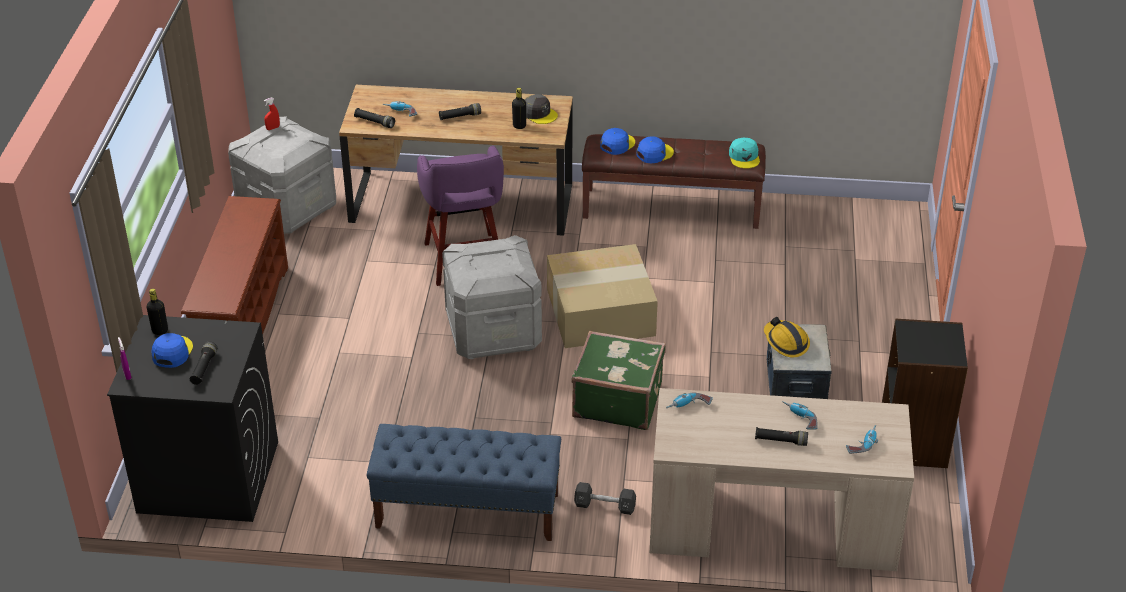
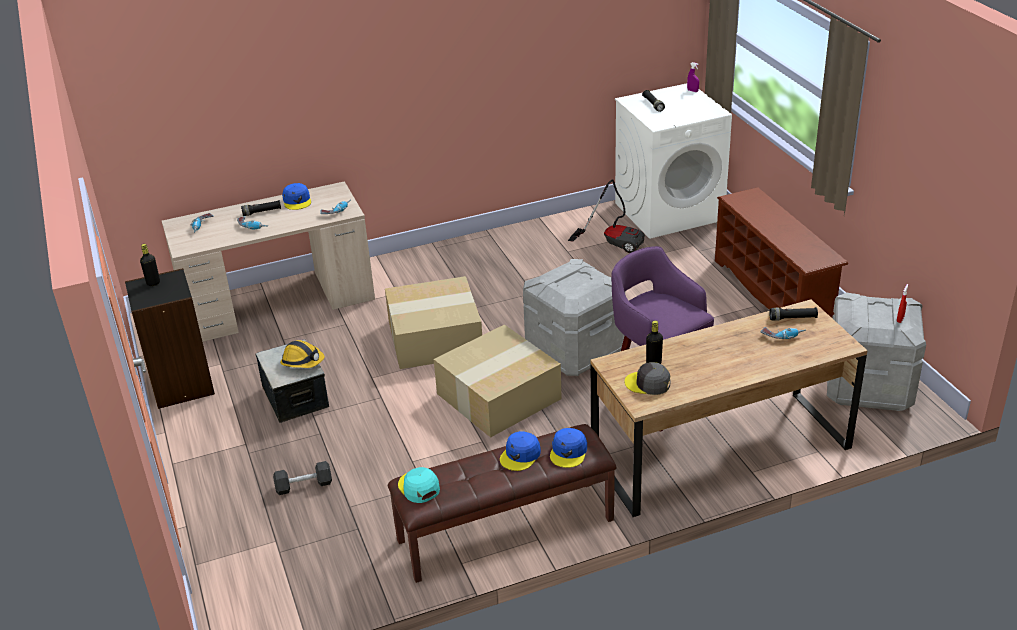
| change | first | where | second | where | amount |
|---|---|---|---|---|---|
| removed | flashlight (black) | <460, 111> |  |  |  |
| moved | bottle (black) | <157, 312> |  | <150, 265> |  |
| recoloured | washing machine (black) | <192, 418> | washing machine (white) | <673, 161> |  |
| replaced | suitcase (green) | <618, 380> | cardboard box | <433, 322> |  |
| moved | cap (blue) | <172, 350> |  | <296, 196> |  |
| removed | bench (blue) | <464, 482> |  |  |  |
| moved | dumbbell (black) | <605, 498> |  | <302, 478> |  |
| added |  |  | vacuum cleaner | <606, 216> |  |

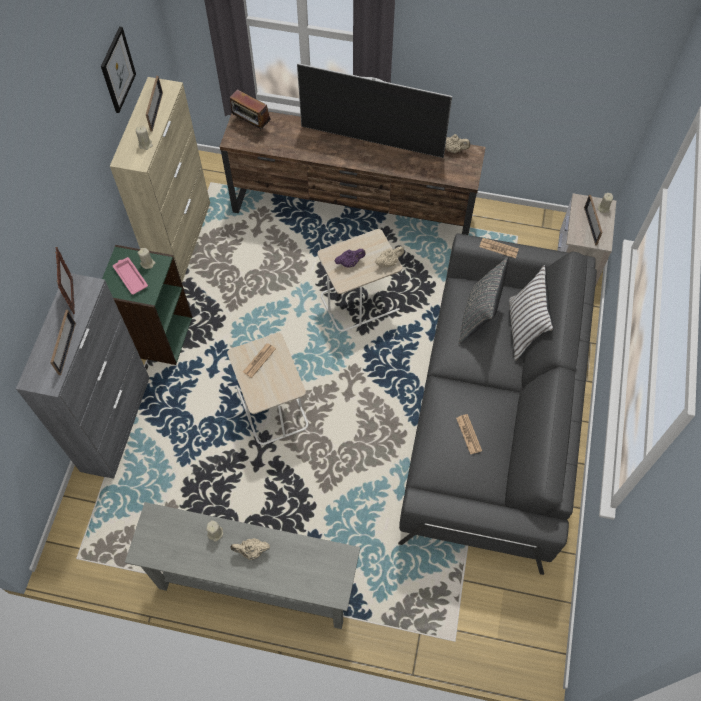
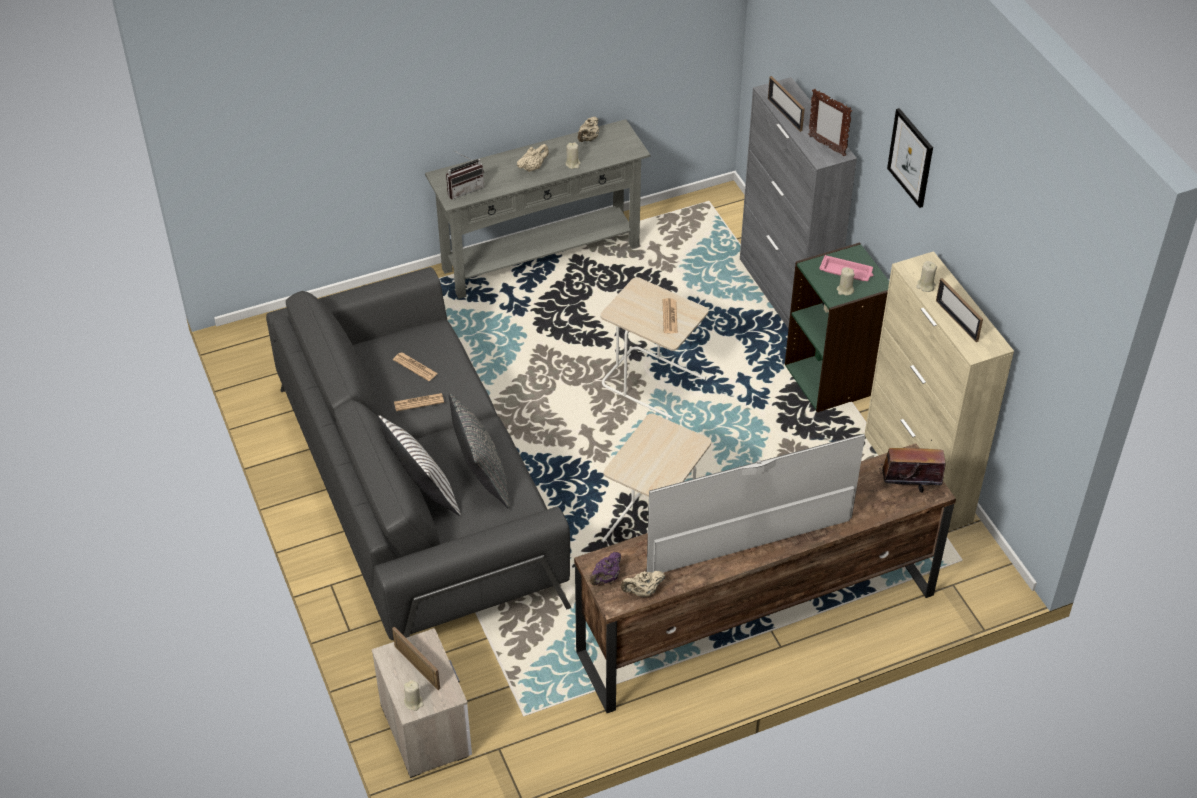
| change | first | where | second | where | amount |
|---|---|---|---|---|---|
| moved | picture | <118, 69> |  | <910, 158> |  |
| moved | newspaper | <499, 248> |  | <419, 402> |  |
| moved | teapot (beige) | <389, 256> |  | <588, 129> |  |
| moved | teapot (purple) | <350, 258> |  | <605, 569> |  |
| added |  |  | radio | <465, 174> |  |

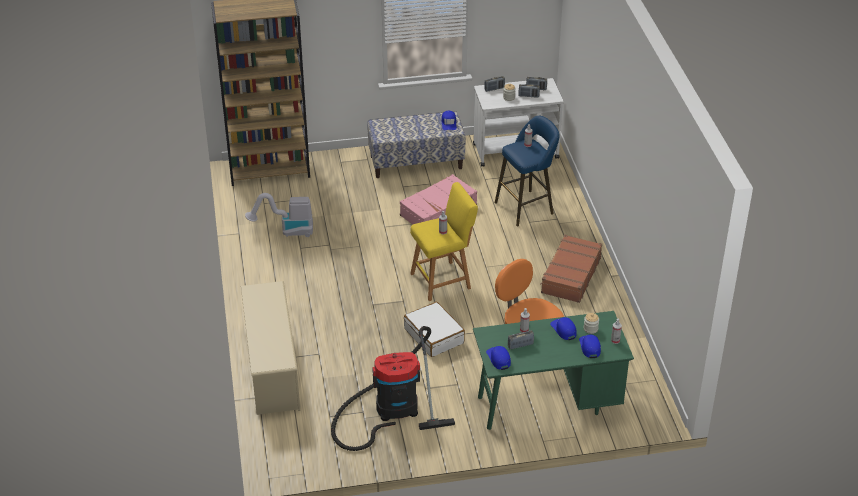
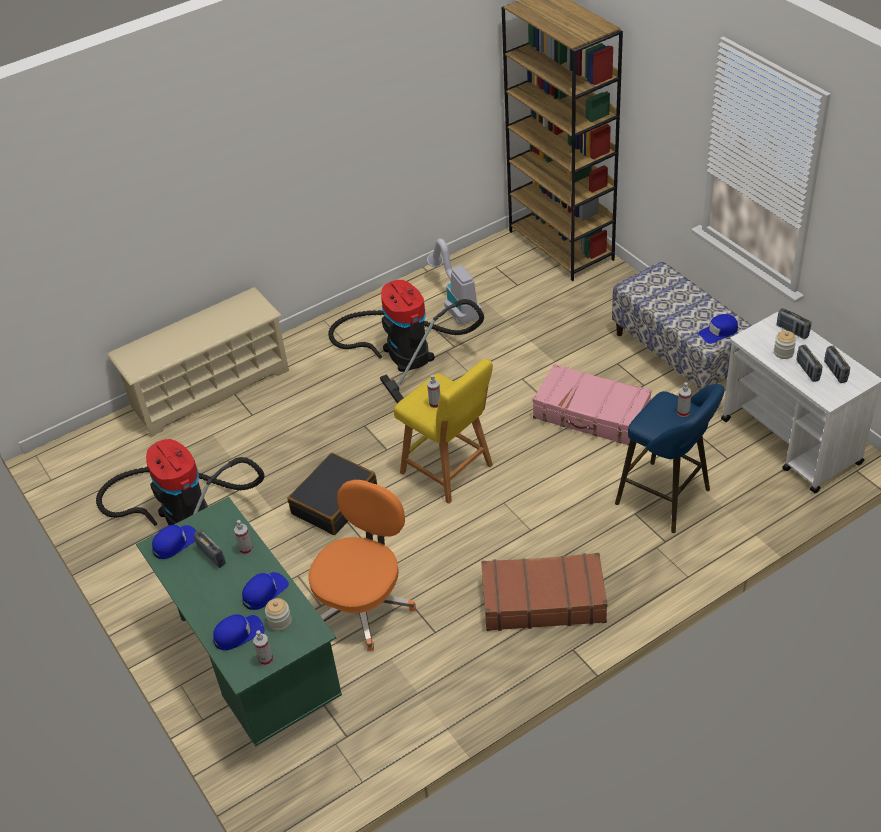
| change | first | where | second | where | amount |
|---|---|---|---|---|---|
| recoloured | suitcase (white) | <434, 329> | suitcase (black) | <332, 494> |  |
| added |  |  | vacuum cleaner | <406, 341> |  |

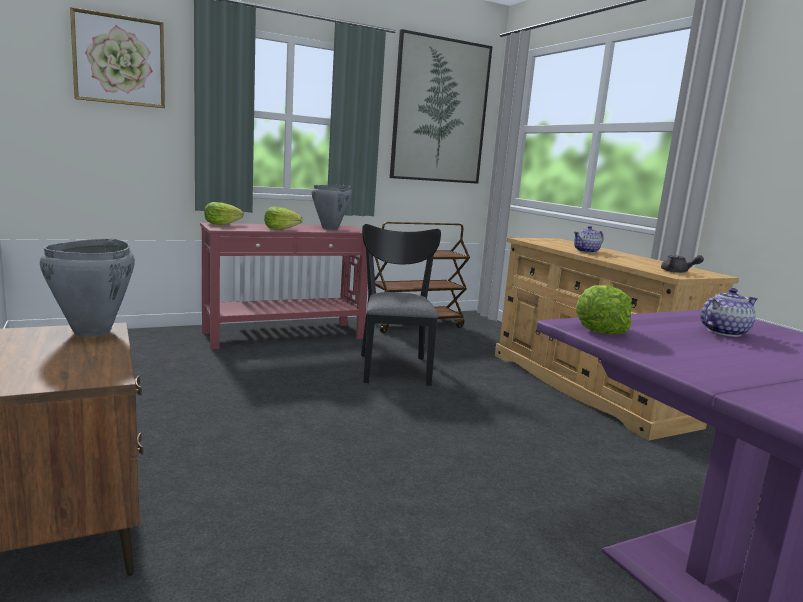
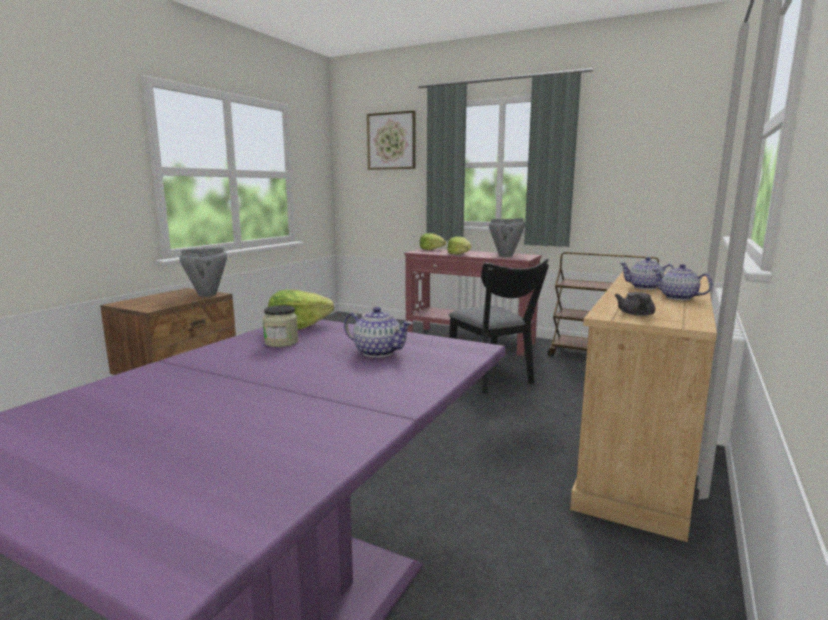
| change | first | where | second | where | amount |
|---|---|---|---|---|---|
| removed | picture | <441, 106> |  |  |  |
| turned | chair (black) | <401, 305> |  | <499, 325> | 105 degrees clockwise |
| added |  |  | teapot | <682, 282> |  |
| added |  |  | jar | <280, 326> |  |

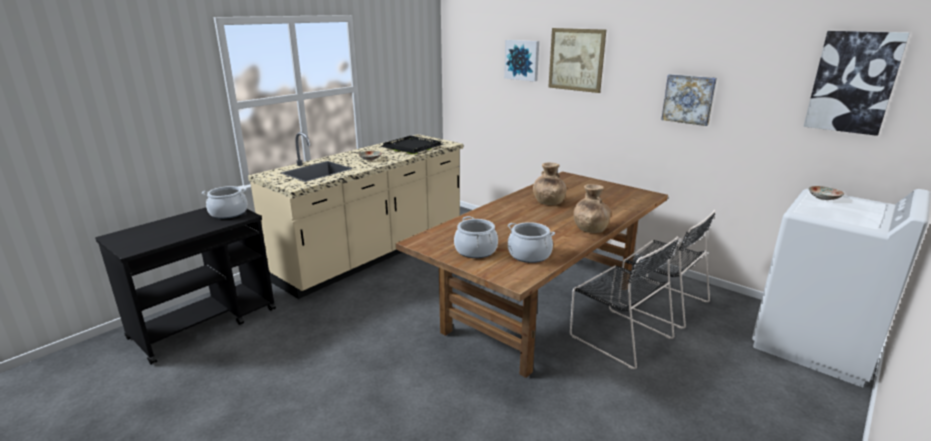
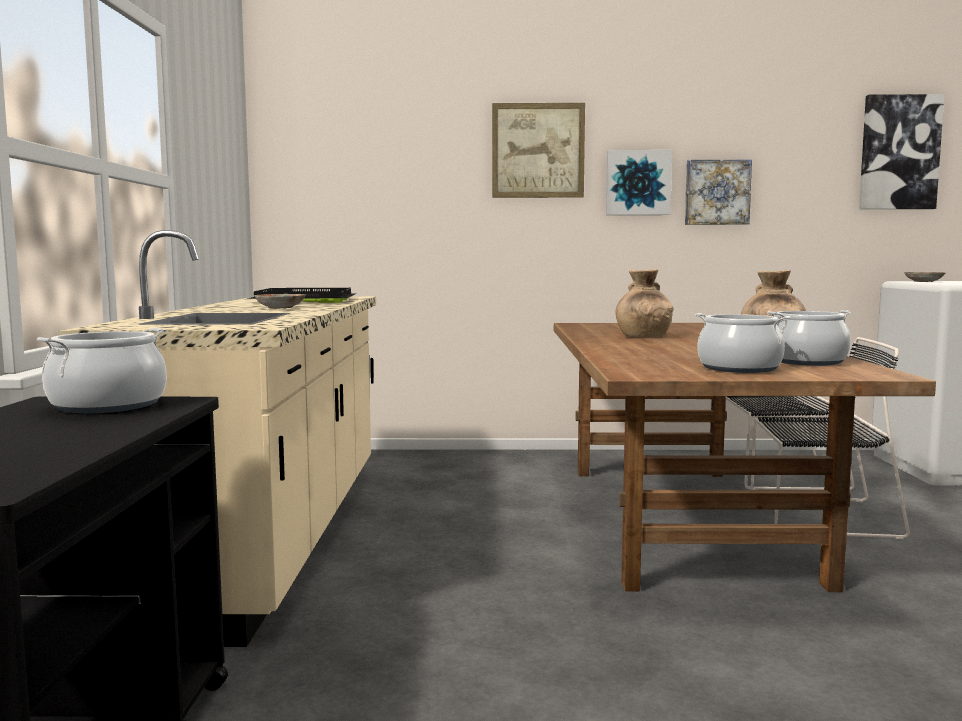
| change | first | where | second | where | amount |
|---|---|---|---|---|---|
| moved | picture | <521, 61> |  | <639, 182> |  |

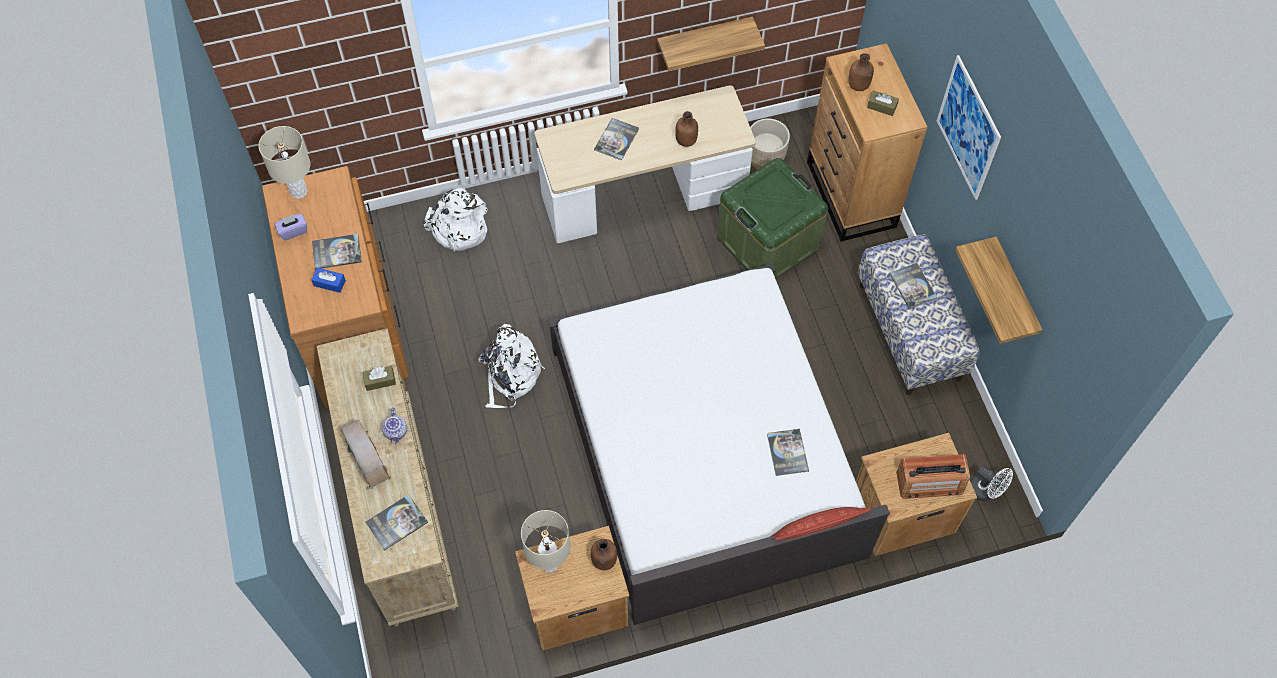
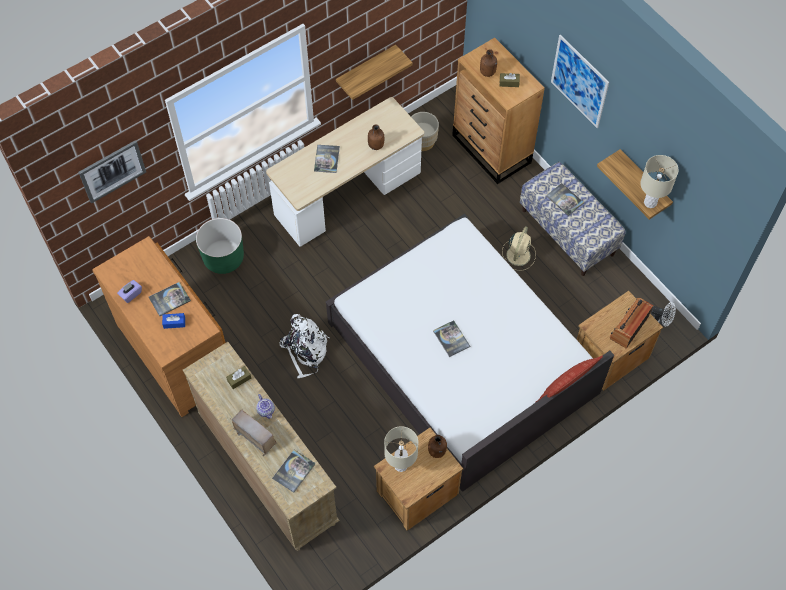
| change | first | where | second | where | amount |
|---|---|---|---|---|---|
| moved | table lamp (beige) | <285, 162> |  | <659, 181> |  |
| removed | storage box (green) | <772, 218> |  |  |  |
| replaced | backpack (white) | <455, 220> | planter (green) | <220, 246> |  |
| moved | book | <788, 452> |  | <451, 339> |  |
| turned | radio | <933, 476> |  | <631, 323> | 150 degrees clockwise |
| added |  |  | picture | <112, 172> |  |
| added |  |  | fan (beige) | <519, 248> |  |

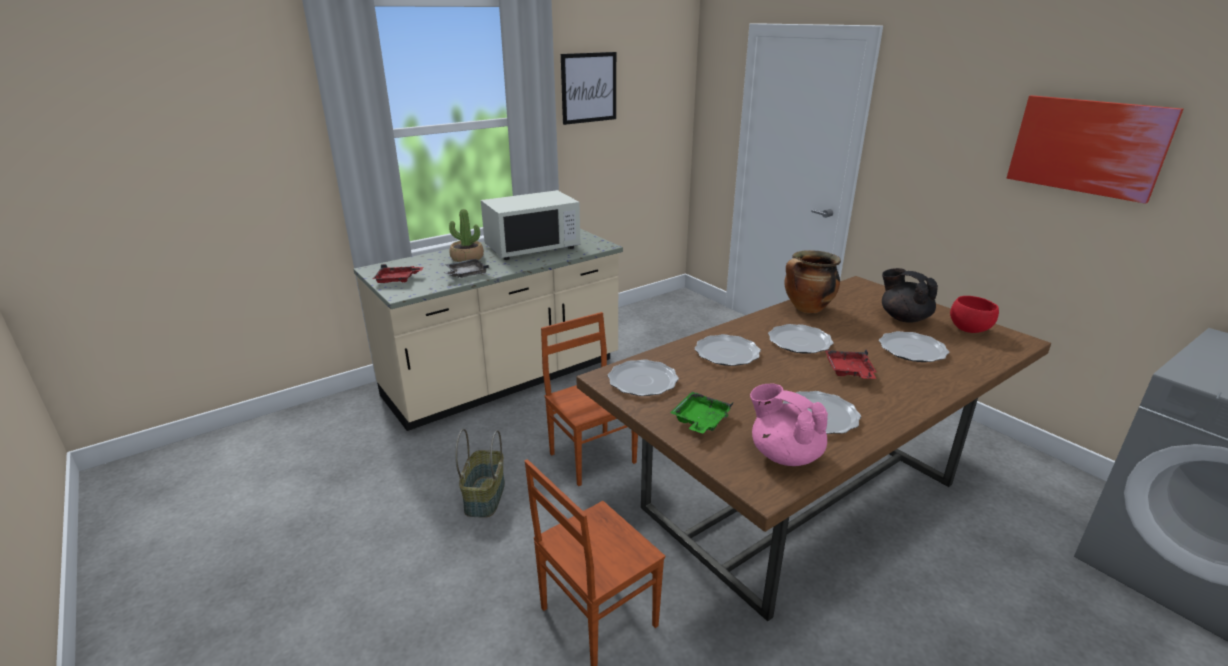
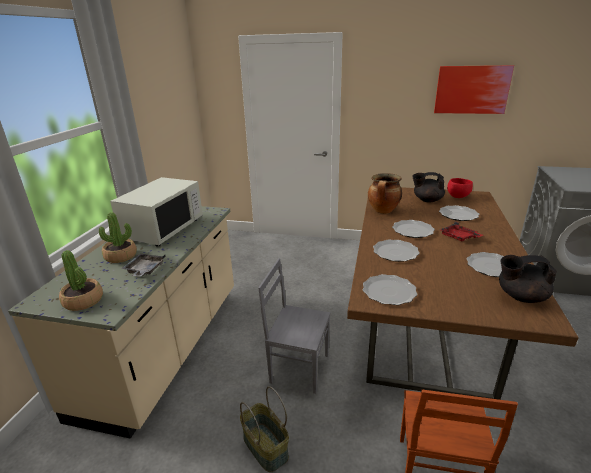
| change | first | where | second | where | amount |
|---|---|---|---|---|---|
| removed | picture | <588, 88> |  |  |  |
| replaced | tray (red) | <398, 273> | potted plant | <81, 280> |  |
| recoloured | chair (brown) | <589, 399> | chair (grey) | <294, 326> |  |
| recoloured | teapot (pink) | <789, 425> | teapot (black) | <528, 279> |  |
| removed | tray (green) | <701, 412> |  |  |  |

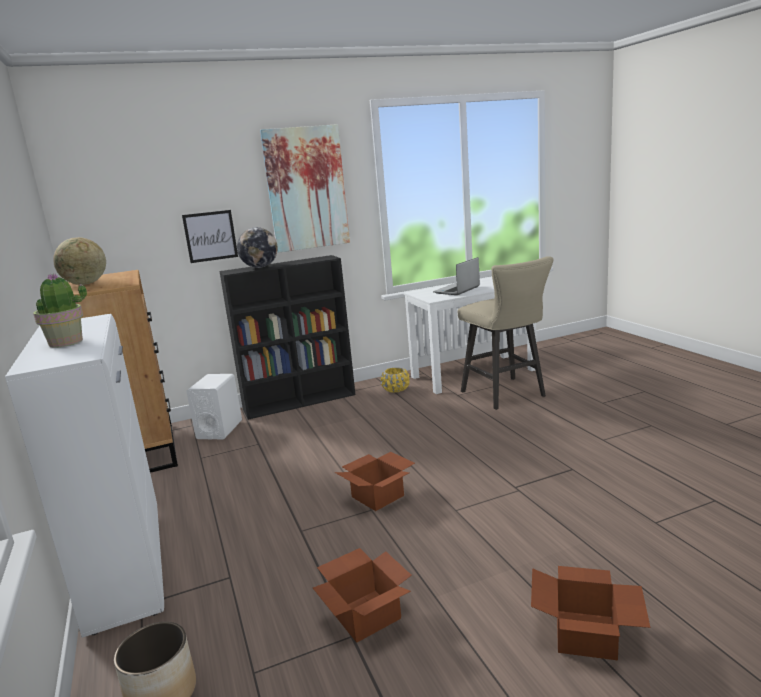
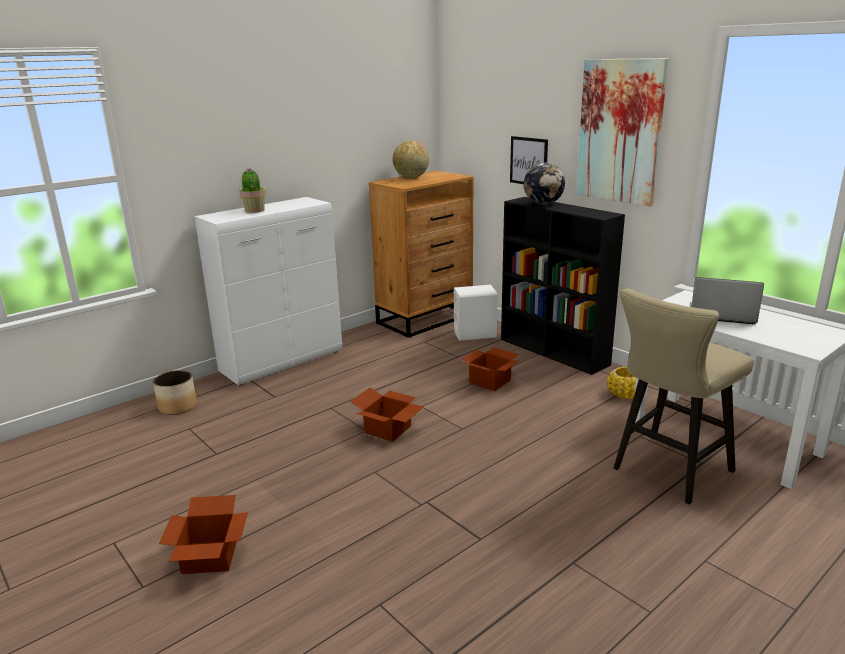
| change | first | where | second | where | amount |
|---|---|---|---|---|---|
| moved | cardboard box | <362, 595> |  | <490, 369> |  |

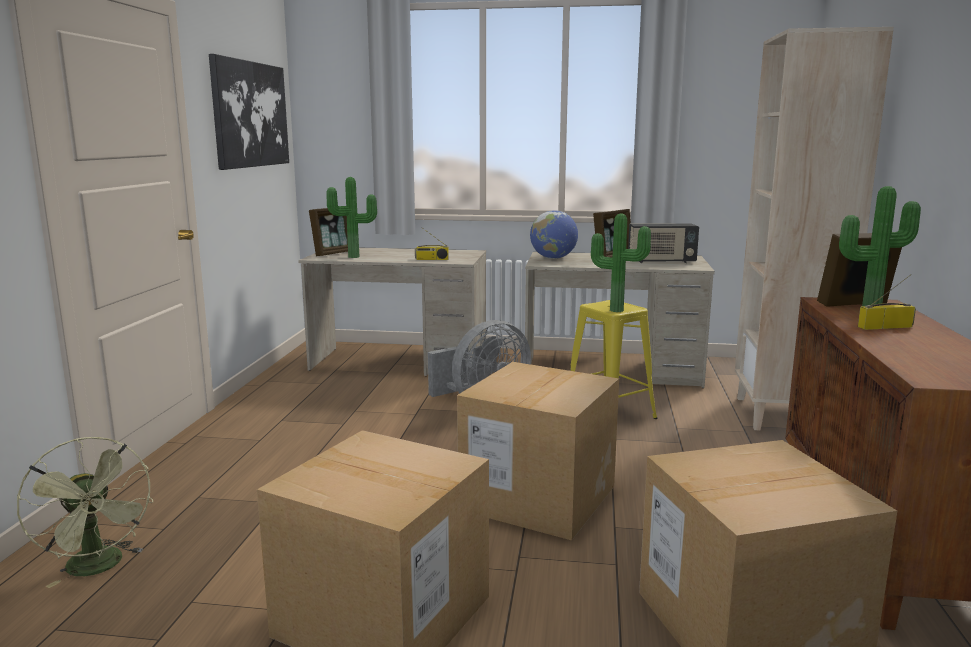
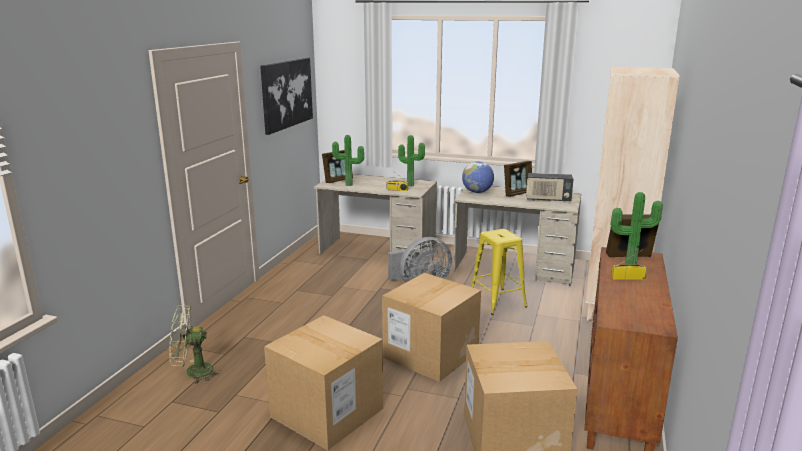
| change | first | where | second | where | amount |
|---|---|---|---|---|---|
| moved | potted plant | <621, 262> |  | <411, 161> |  |
| turned | fan (green) | <85, 512> |  | <195, 344> | 105 degrees clockwise |

